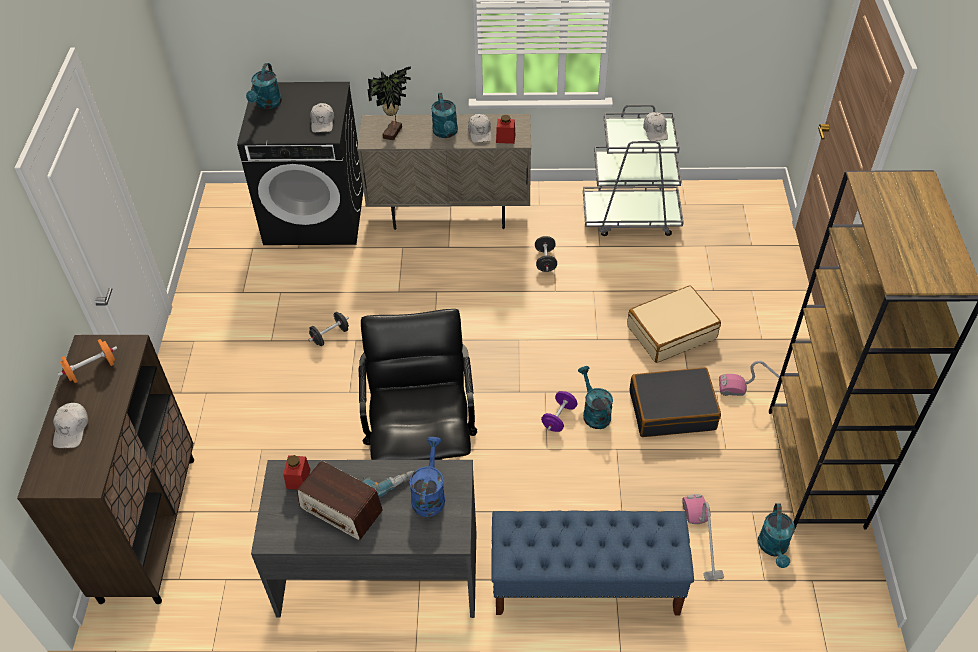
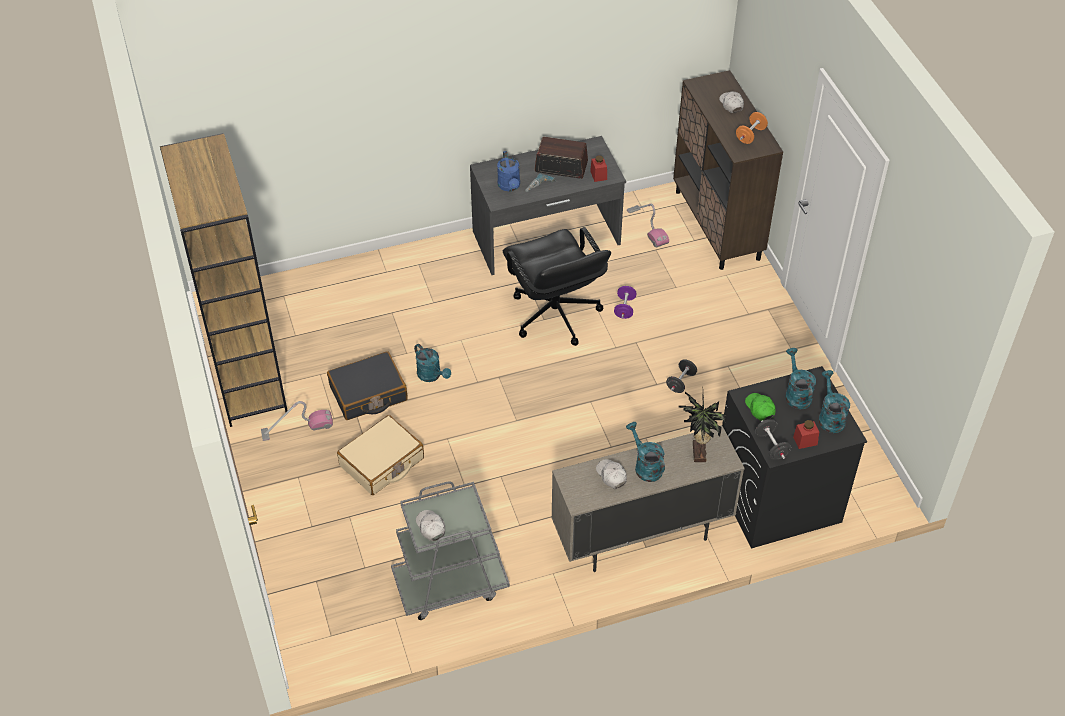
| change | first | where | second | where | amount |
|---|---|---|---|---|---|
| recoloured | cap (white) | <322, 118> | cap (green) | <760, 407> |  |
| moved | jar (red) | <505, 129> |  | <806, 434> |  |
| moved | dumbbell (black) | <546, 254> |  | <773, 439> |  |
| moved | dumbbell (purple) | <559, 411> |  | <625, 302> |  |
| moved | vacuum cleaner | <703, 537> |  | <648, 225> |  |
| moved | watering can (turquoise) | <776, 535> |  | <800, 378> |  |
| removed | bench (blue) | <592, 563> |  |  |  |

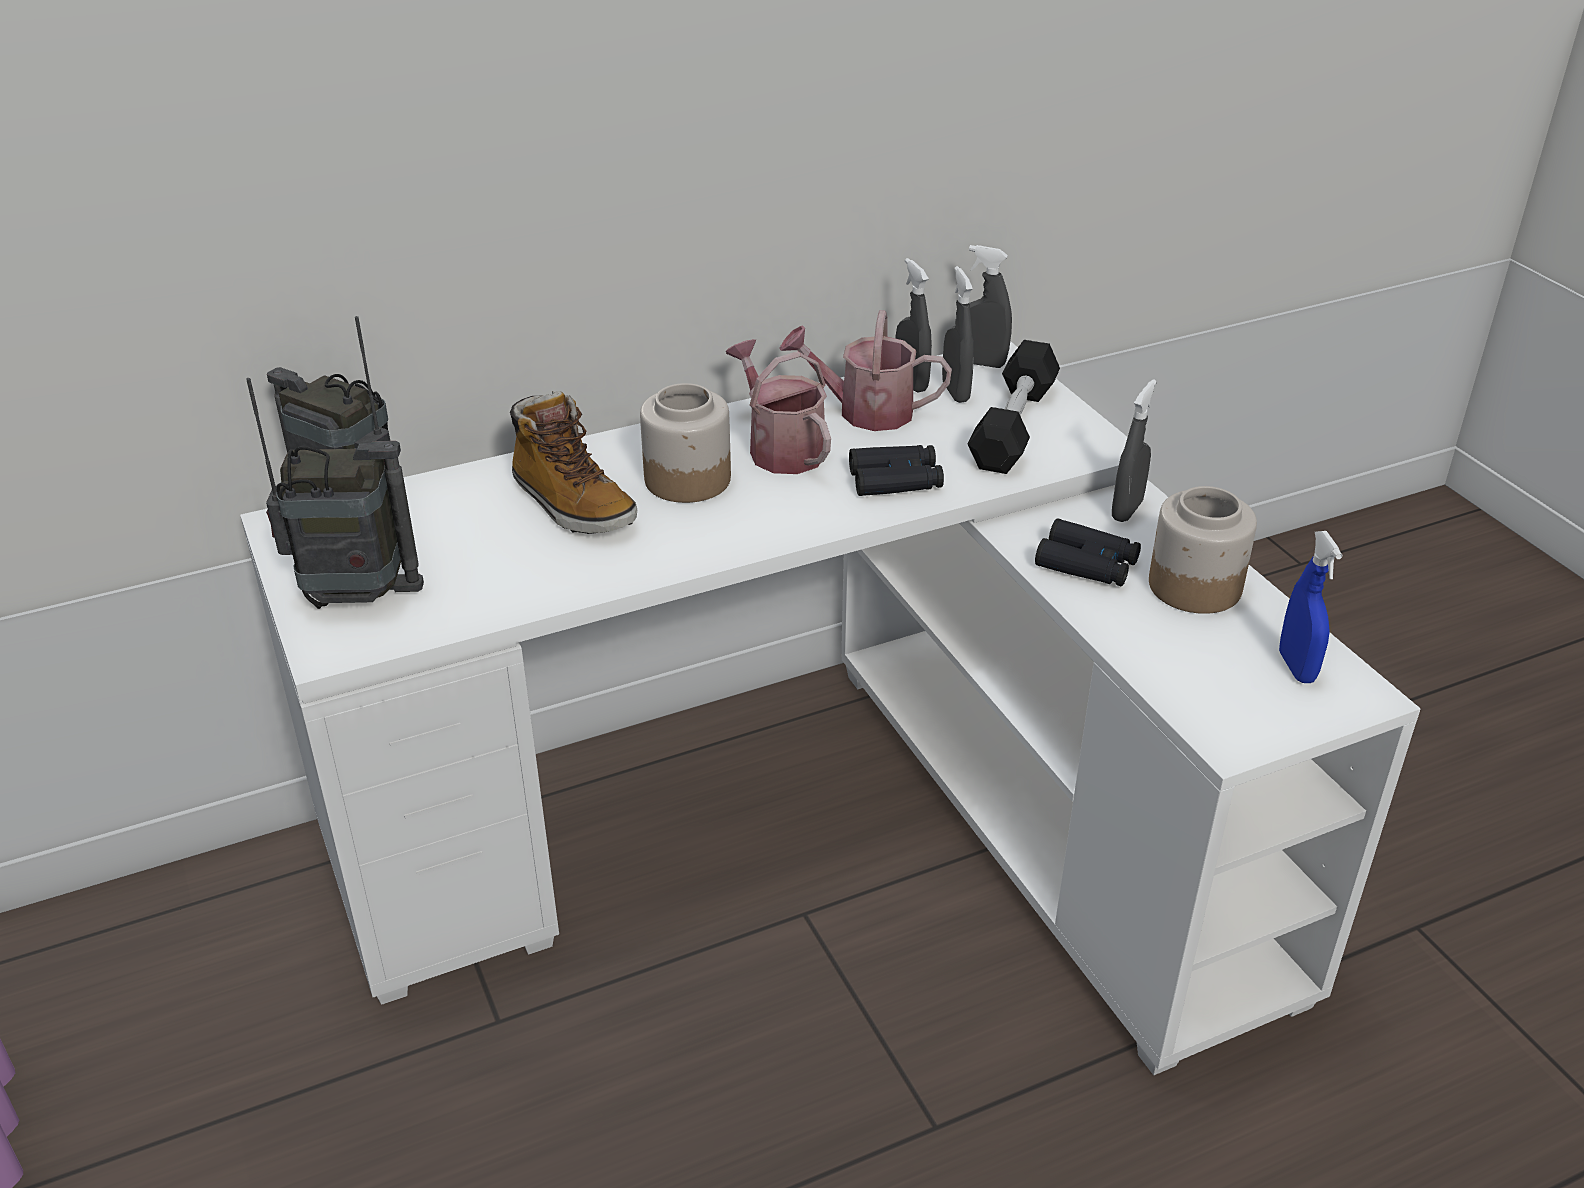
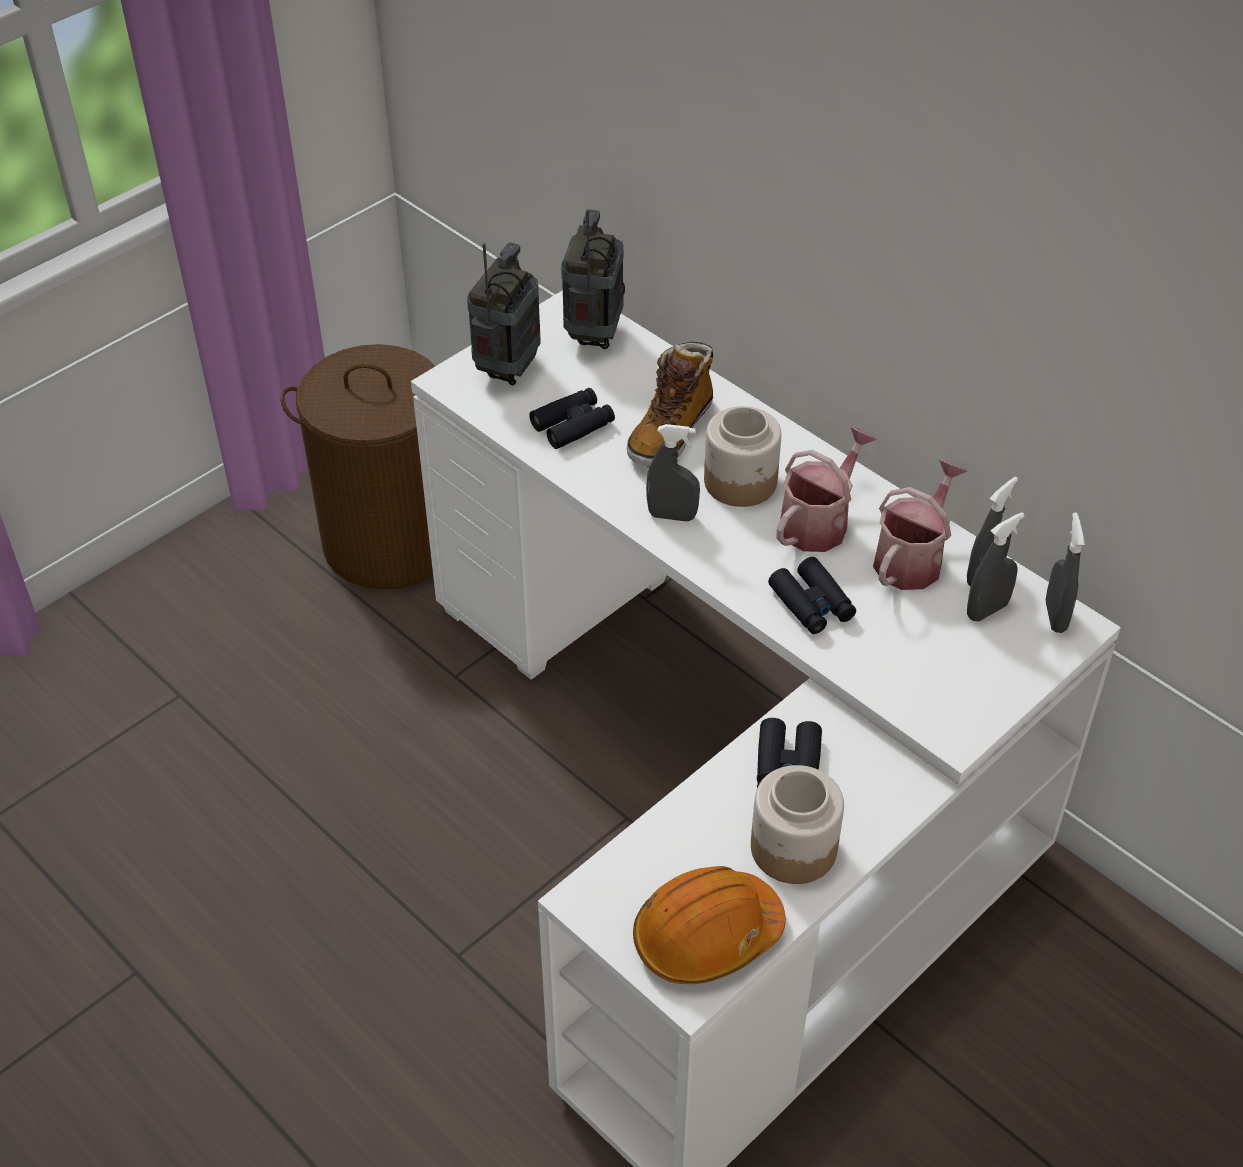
| change | first | where | second | where | amount |
|---|---|---|---|---|---|
| turned | watering can | <865, 370> |  | <920, 524> | 45 degrees clockwise |
| removed | dumbbell (black) | <1013, 407> |  |  |  |
| turned | radio | <335, 493> |  | <504, 314> | 135 degrees counterclockwise |
| moved | spray bottle (grey) | <1134, 450> |  | <673, 473> |  |
| replaced | spray bottle (blue) | <1311, 607> | hard hat (orange) | <709, 925> |  |
| added |  |  | laundry basket (brown) | <358, 467> |  |
| added |  |  | binoculars (black) | <572, 418> |  |

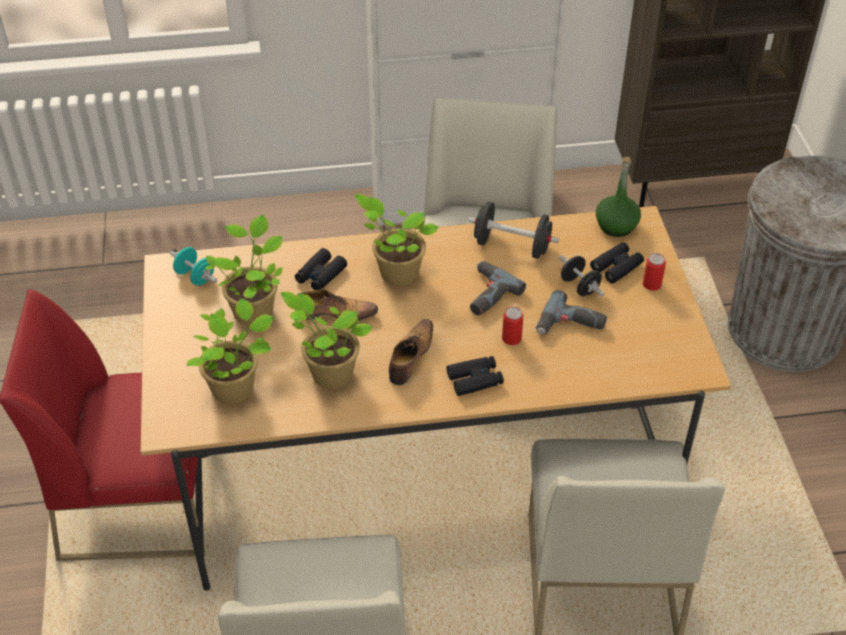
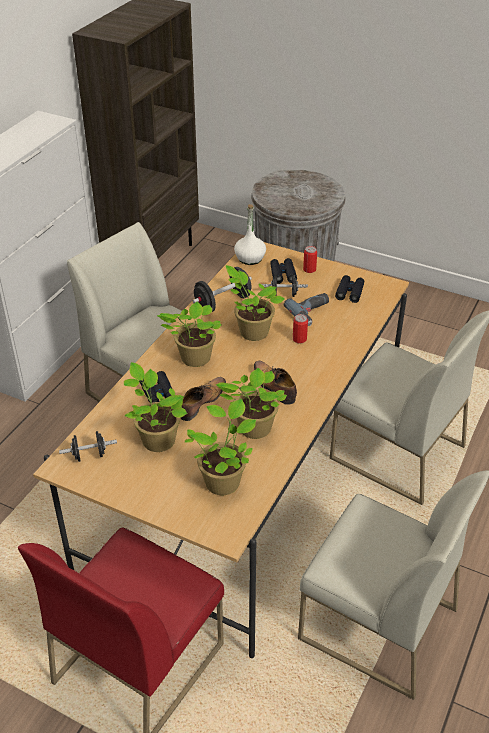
| change | first | where | second | where | amount |
|---|---|---|---|---|---|
| recoloured | bottle (green) | <618, 197> | bottle (white) | <250, 234> |  |
| recoloured | dumbbell (turquoise) | <193, 266> | dumbbell (black) | <88, 446> |  |
| replaced | power drill | <498, 288> | potted plant | <255, 303> |  |
| moved | binoculars (black) | <475, 376> |  | <349, 289> |  |

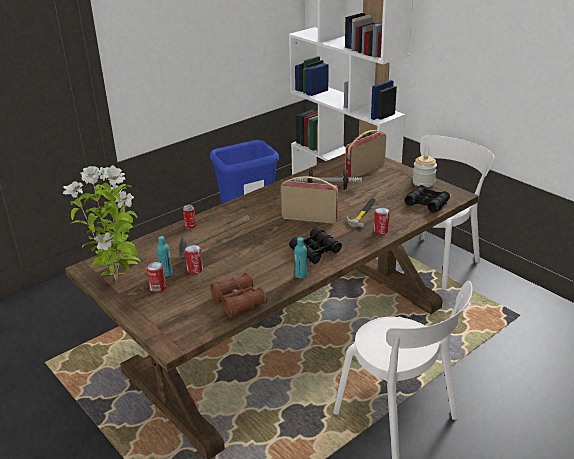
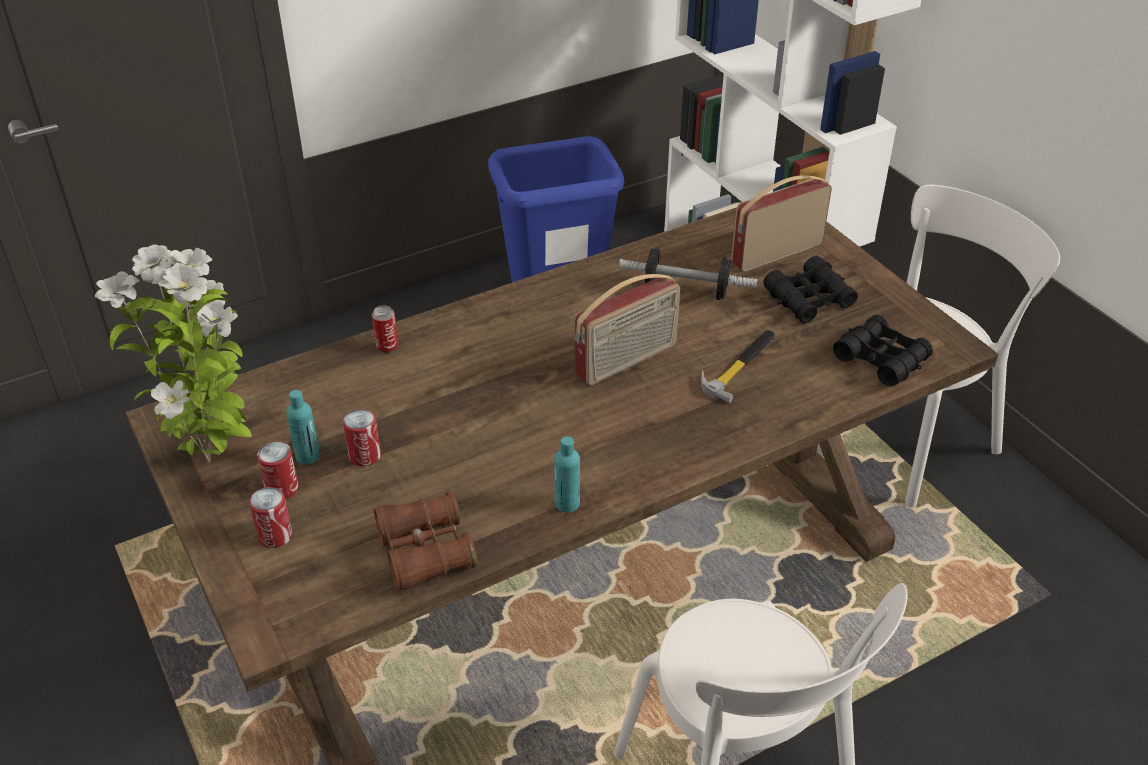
| change | first | where | second | where | amount |
|---|---|---|---|---|---|
| removed | jar | <425, 171> |  |  |  |
| turned | radio | <309, 200> |  | <627, 330> | 120 degrees clockwise |
| moved | can | <382, 221> |  | <271, 517> |  |
| removed | hammer | <214, 237> |  |  |  |
| moved | binoculars (black) | <315, 245> |  | <810, 289> |  |

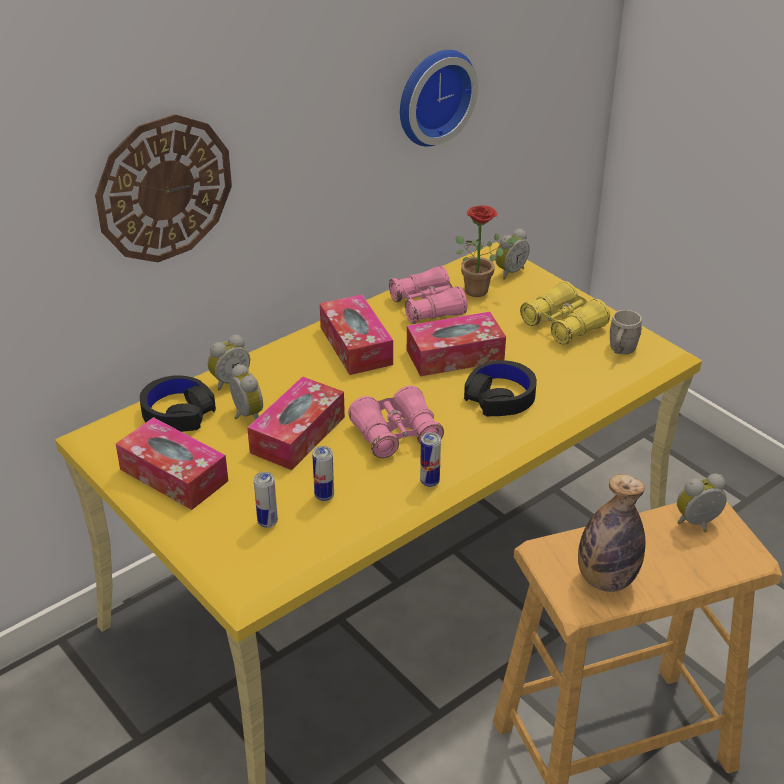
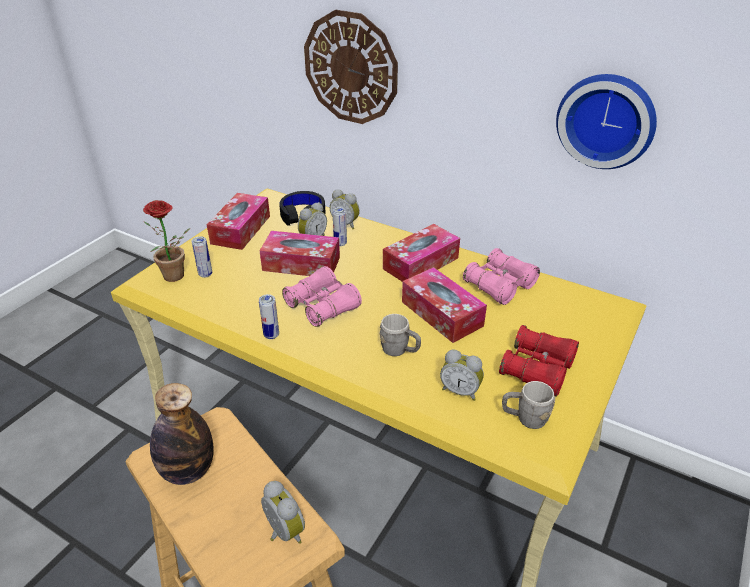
| change | first | where | second | where | amount |
|---|---|---|---|---|---|
| moved | potted plant | <487, 251> |  | <166, 241> |  |
| moved | alarm clock | <512, 254> |  | <462, 375> |  |
| recoloured | binoculars (yellow) | <565, 313> | binoculars (red) | <539, 361> |  |
| replaced | headphones (black) | <500, 388> | mug (grey) | <400, 335> |  |
| moved | can | <323, 473> |  | <340, 226> |  |

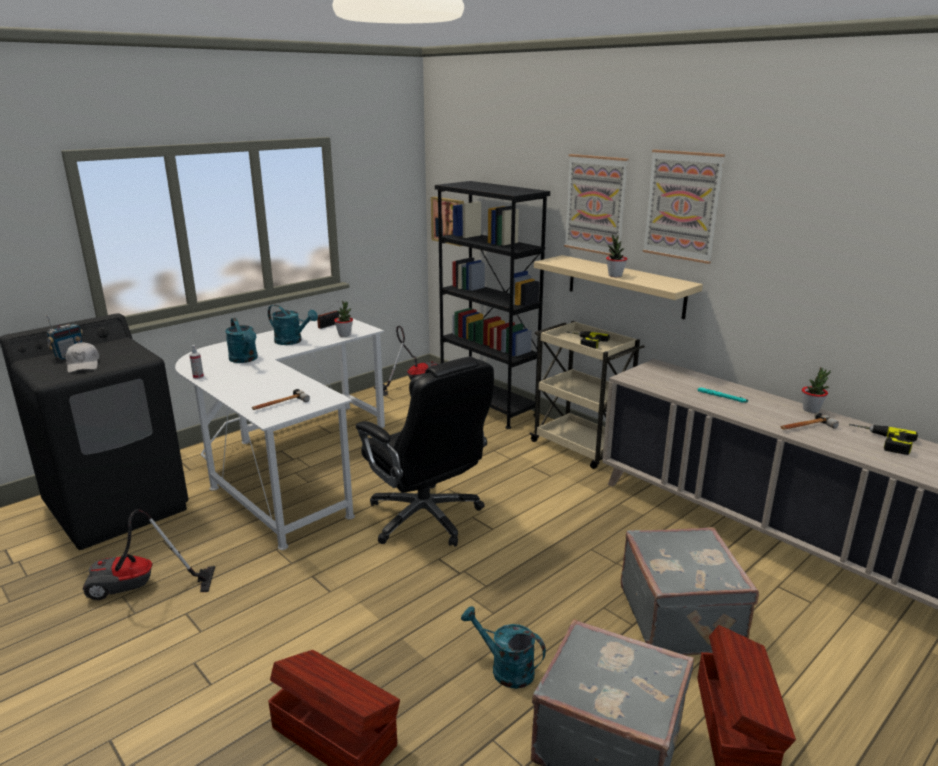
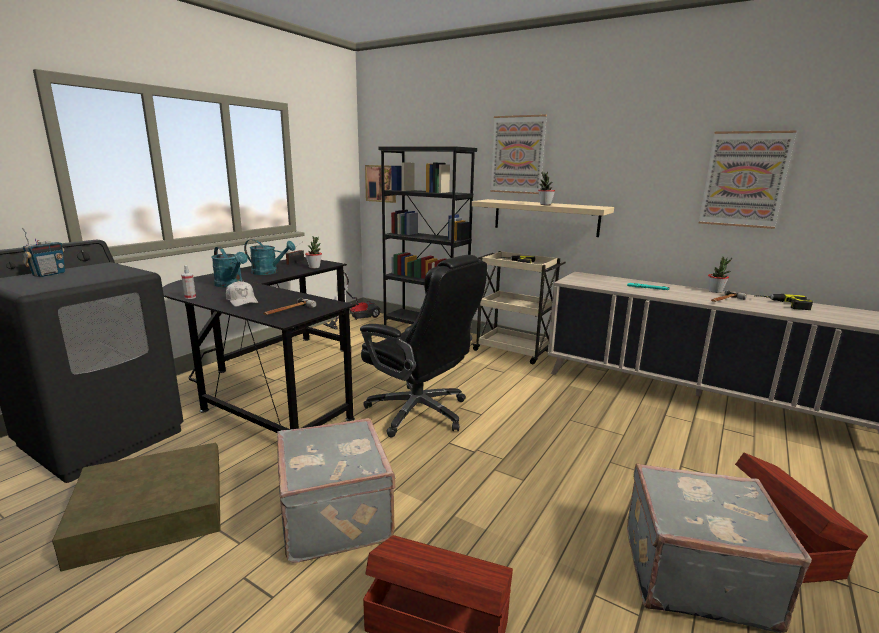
| change | first | where | second | where | amount |
|---|---|---|---|---|---|
| moved | picture | <684, 207> |  | <747, 180> |  |
| recoloured | desk (white) | <280, 432> | desk (black) | <259, 345> |  |
| moved | cap (white) | <82, 357> |  | <242, 294> |  |
| replaced | vacuum cleaner | <149, 554> | storage box (brown) | <136, 507> |  |
| moved | suitcase (grey) | <690, 591> |  | <336, 490> |  |
| removed | watering can (turquoise) | <503, 647> |  |  |  |

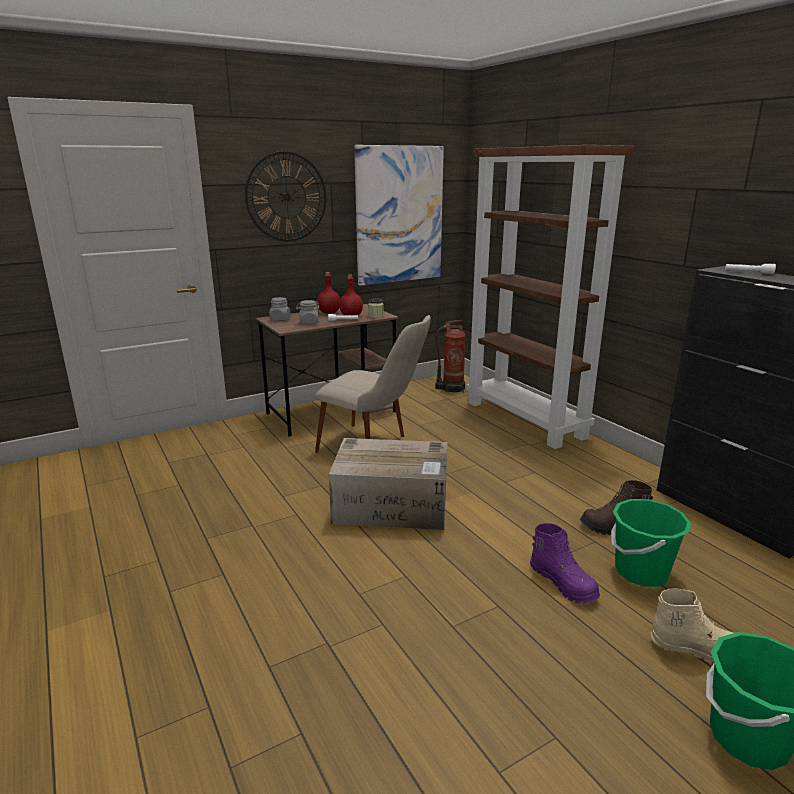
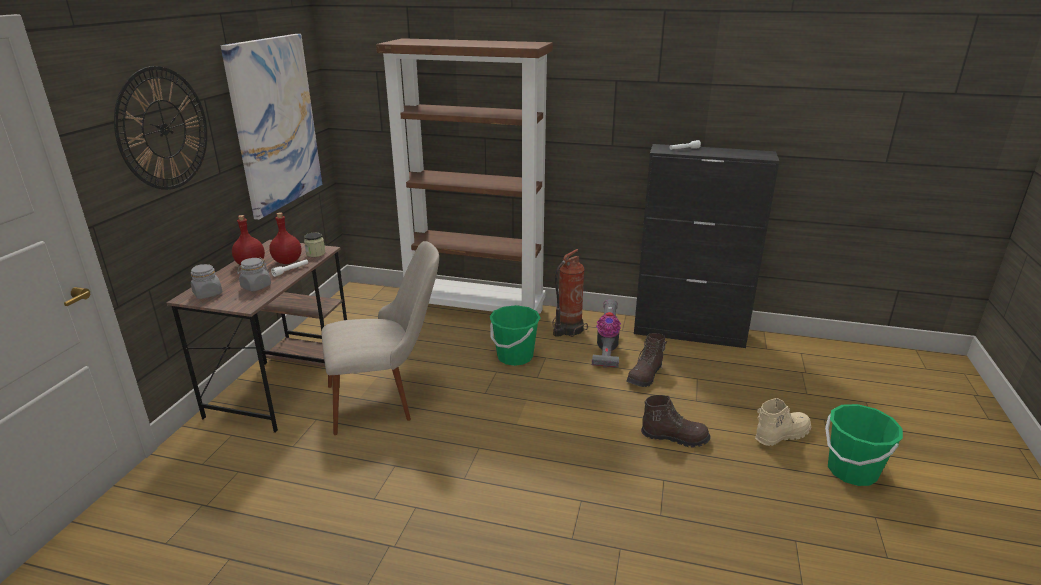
| change | first | where | second | where | amount |
|---|---|---|---|---|---|
| moved | fire extinguisher | <450, 356> |  | <570, 293> |  |
| removed | cardboard box | <388, 484> |  |  |  |
| moved | bucket (green) | <651, 543> |  | <515, 335> |  |
| recoloured | boot (purple) | <565, 563> | boot (brown) | <676, 421> |  |
| added |  |  | vacuum cleaner | <606, 333> |  |

